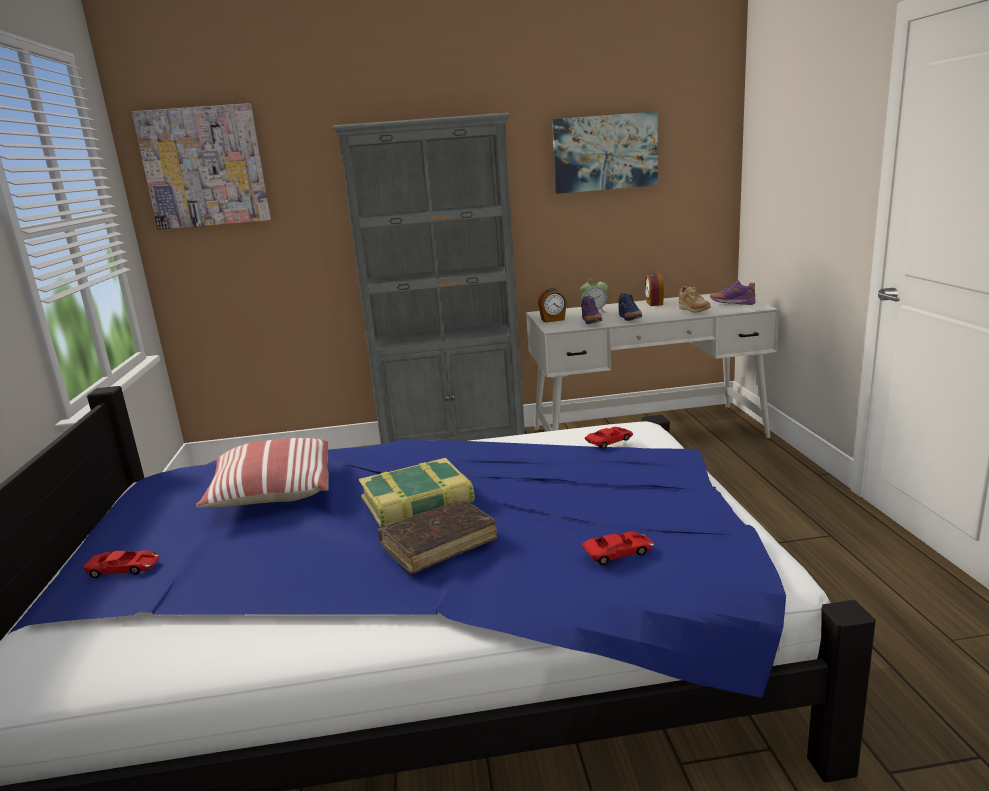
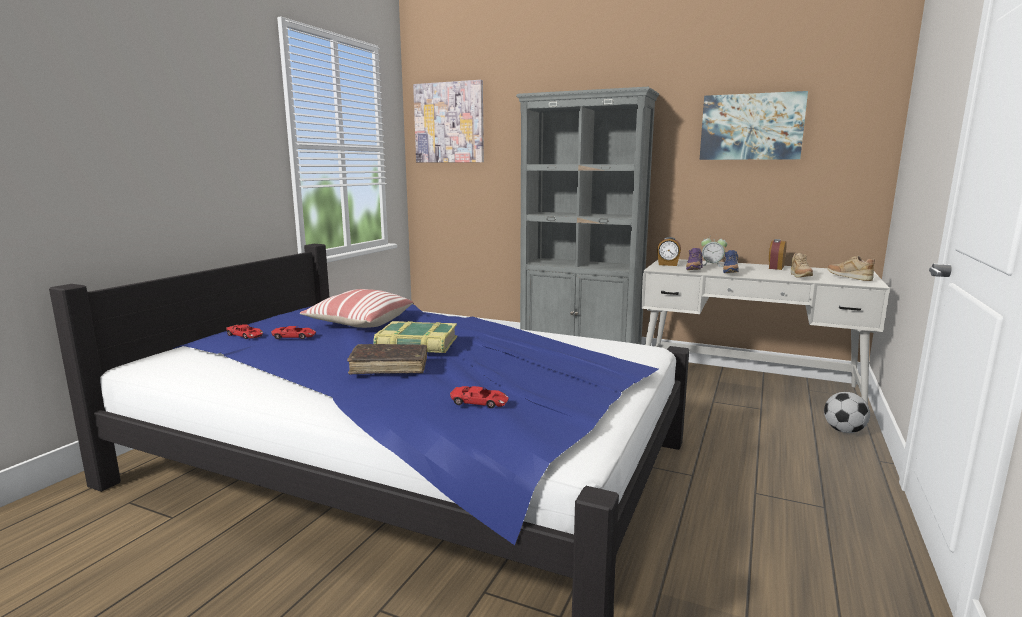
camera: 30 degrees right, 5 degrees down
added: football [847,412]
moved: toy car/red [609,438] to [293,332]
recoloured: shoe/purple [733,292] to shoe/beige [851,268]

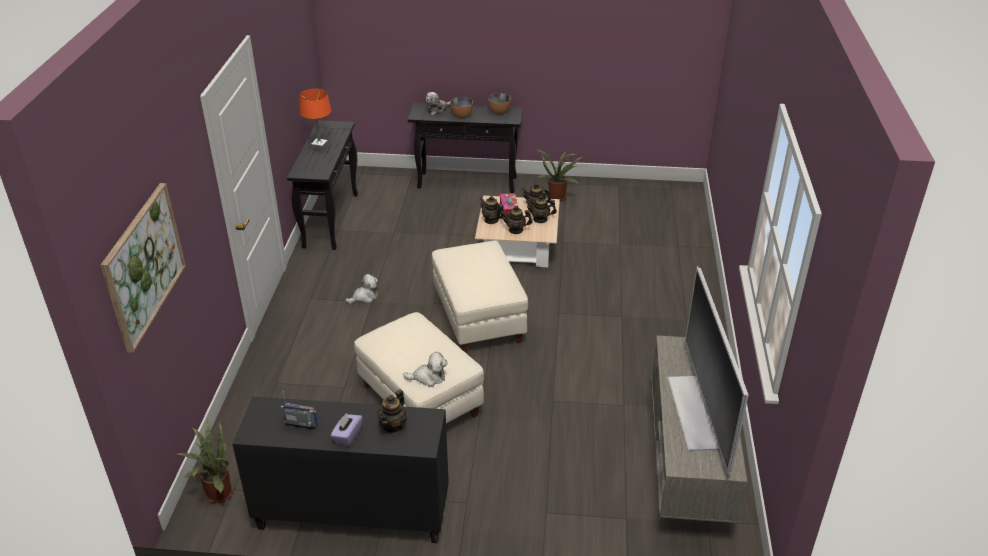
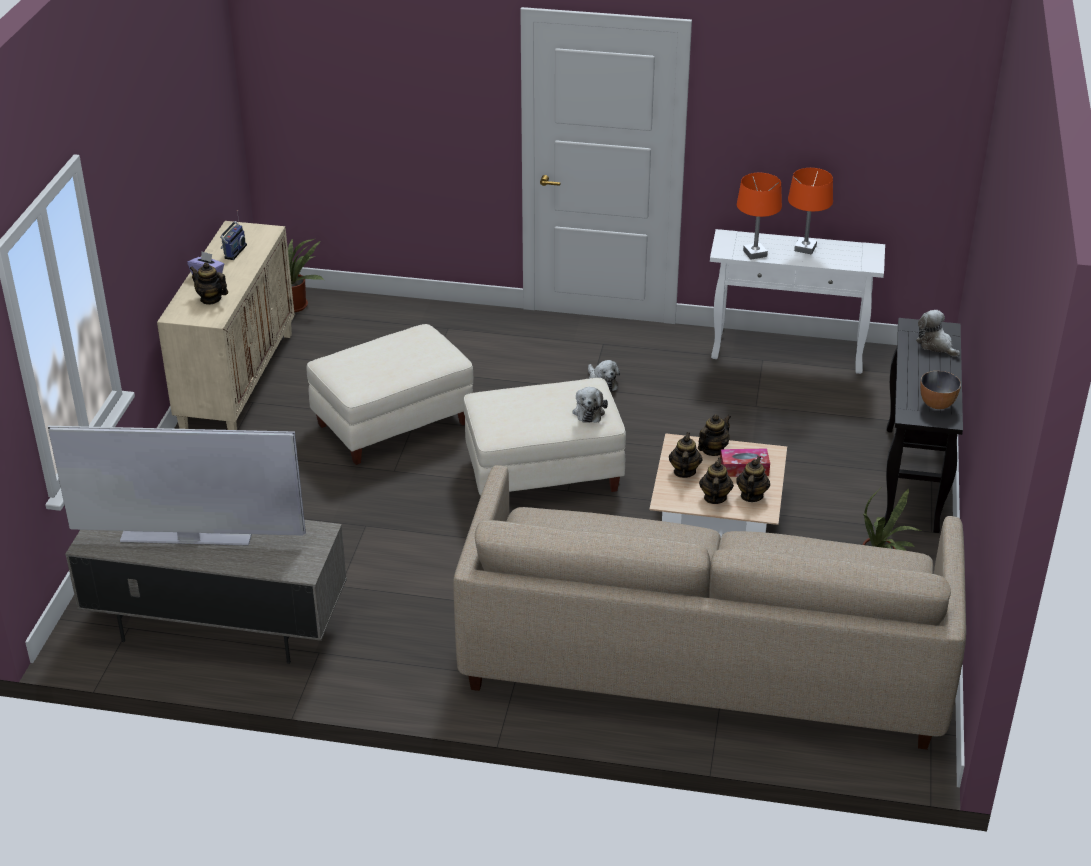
camera: 95 degrees right, 0 degrees up
removed: picture [143,268]; bowl [461,107]
added: sofa/beige [709,607]; table lamp/orange [759,216]
moved: plush toy [425,369] to [590,405]
recoloured: cabinet/black [340,470] to cabinet/beige [226,325]; console table/black [322,185] to console table/white [797,301]

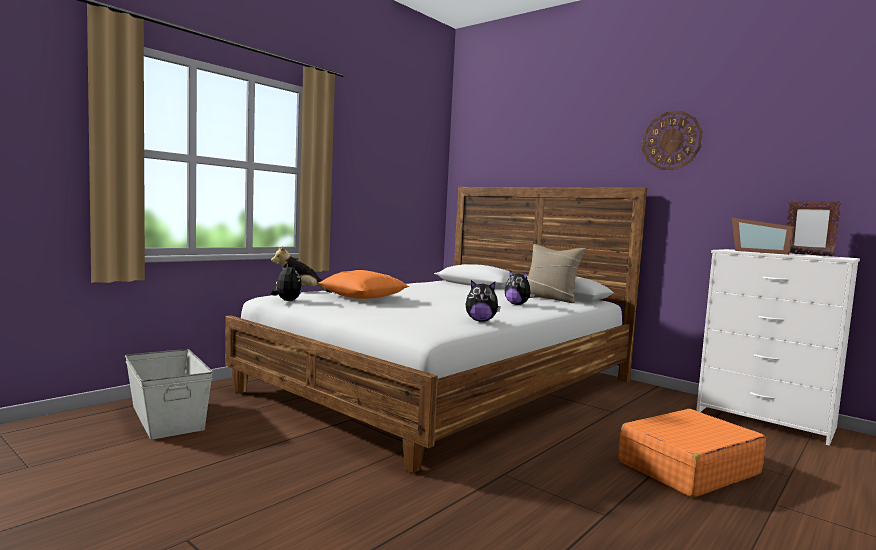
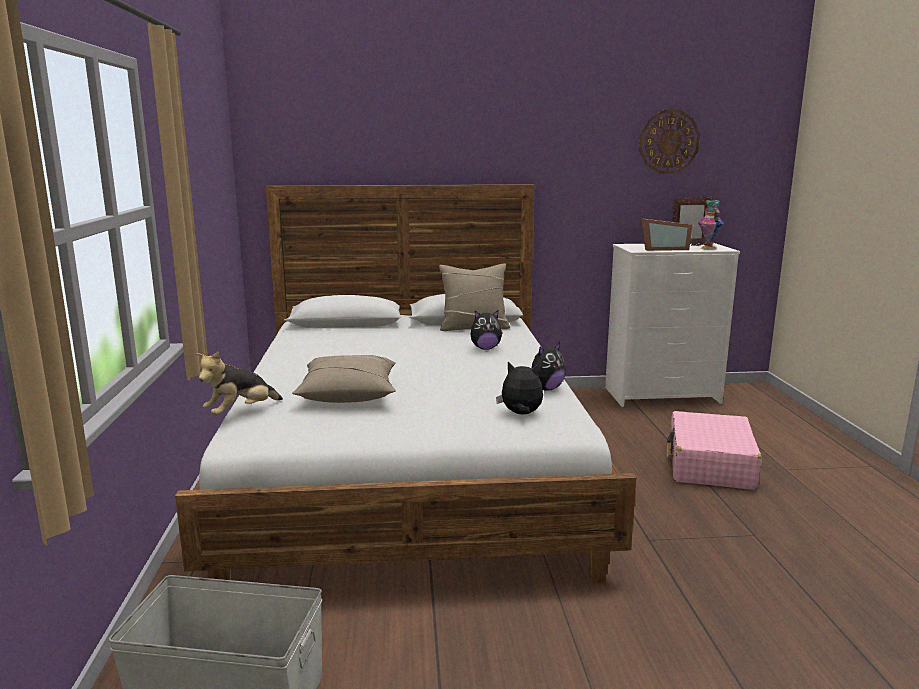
camera: 45 degrees left, 10 degrees up
added: vase [711,225]
moved: plush toy [286,282] to [519,388]; wall clock [672,140] to [669,142]
recoloured: pillow/orange [364,284] to pillow/beige [344,379]; suitcase/orange [692,453] to suitcase/pink [714,450]

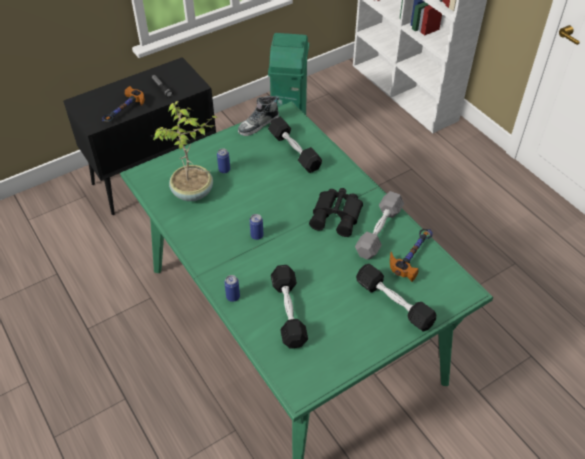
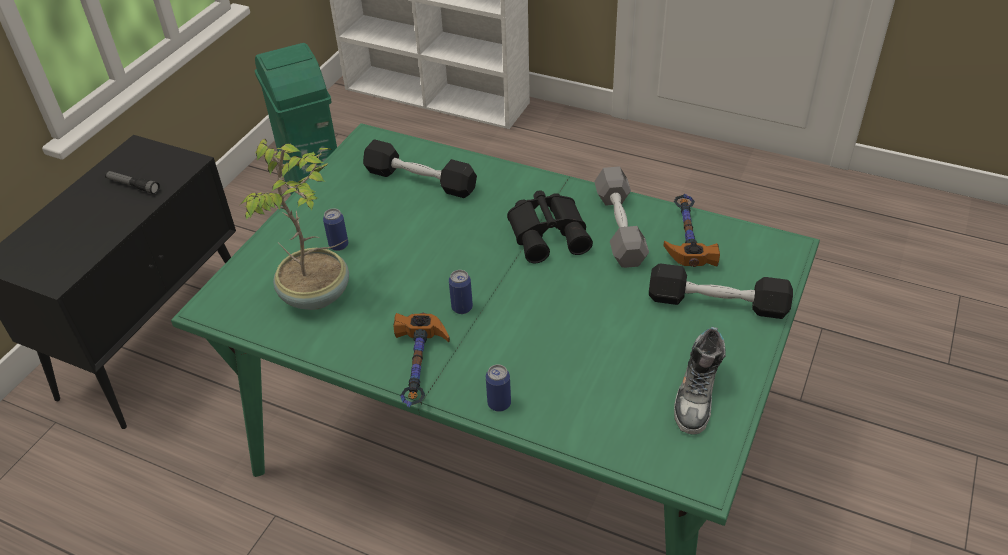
camera: 30 degrees left, 5 degrees down
removed: dumbbell/black [289,307]
moved: hammer [123,104] to [422,360]; shoe [258,116] to [700,381]

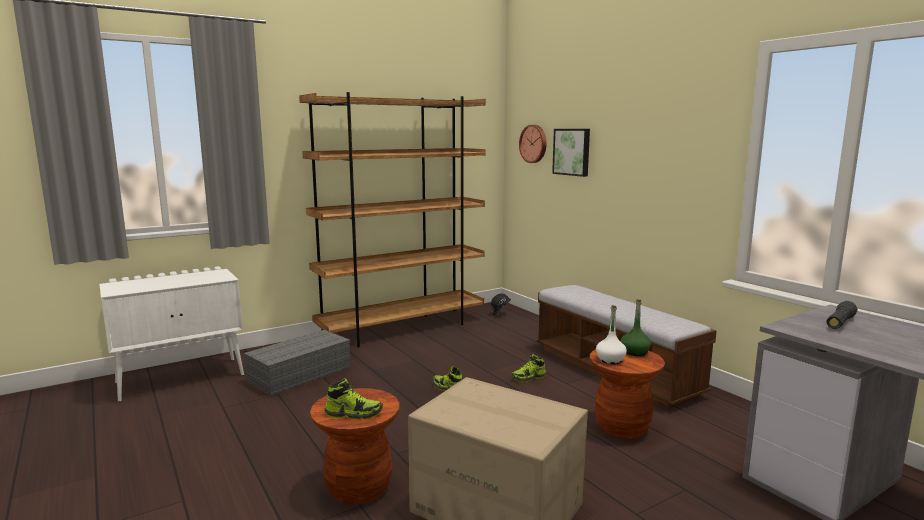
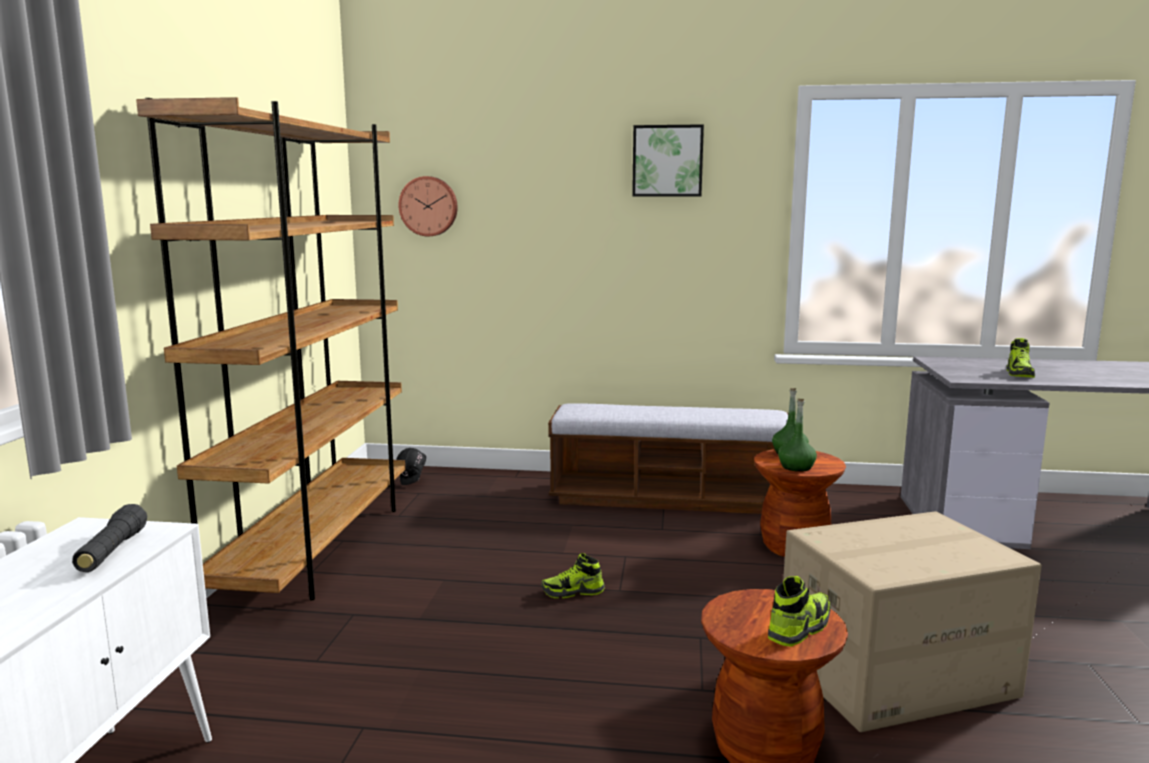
camera: 50 degrees left, 0 degrees up
removed: storage box/grey [297,363]
moved: flashlight/black [842,315] to [109,538]; picture [571,153] to [668,160]; shoe [529,368] to [1021,358]
recoloured: bottle/white [611,334] to bottle/green [797,435]

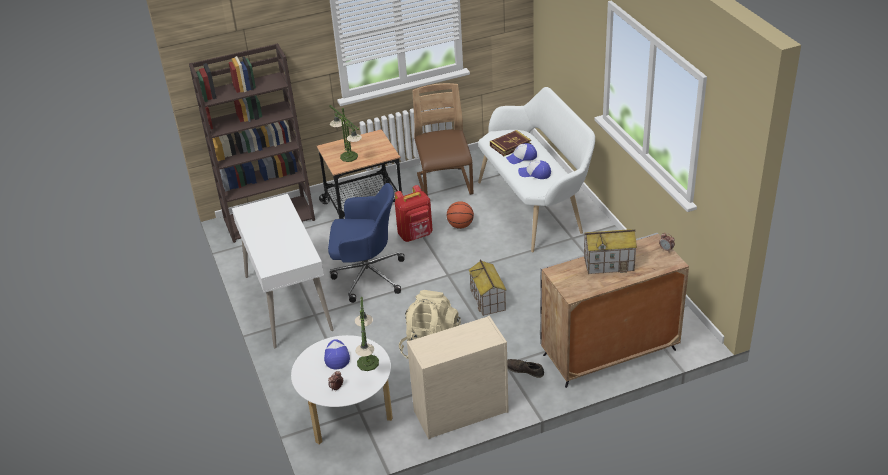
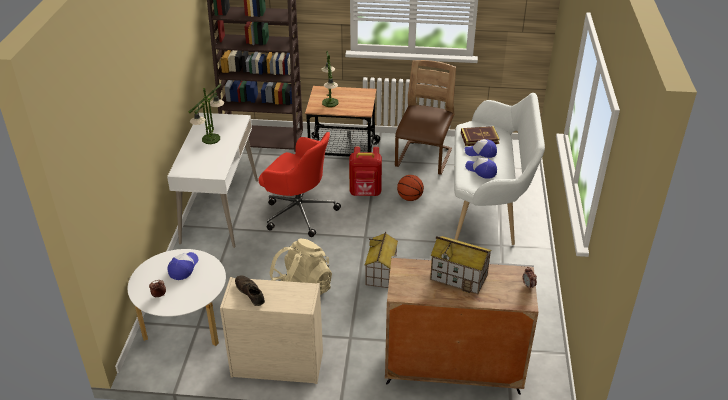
camera: 25 degrees right, 0 degrees up
moved: table lamp [367,334] to [206,114]; shoe/brown [525,368] to [250,291]
recoloured: office chair/blue [366,243] to office chair/red [299,184]

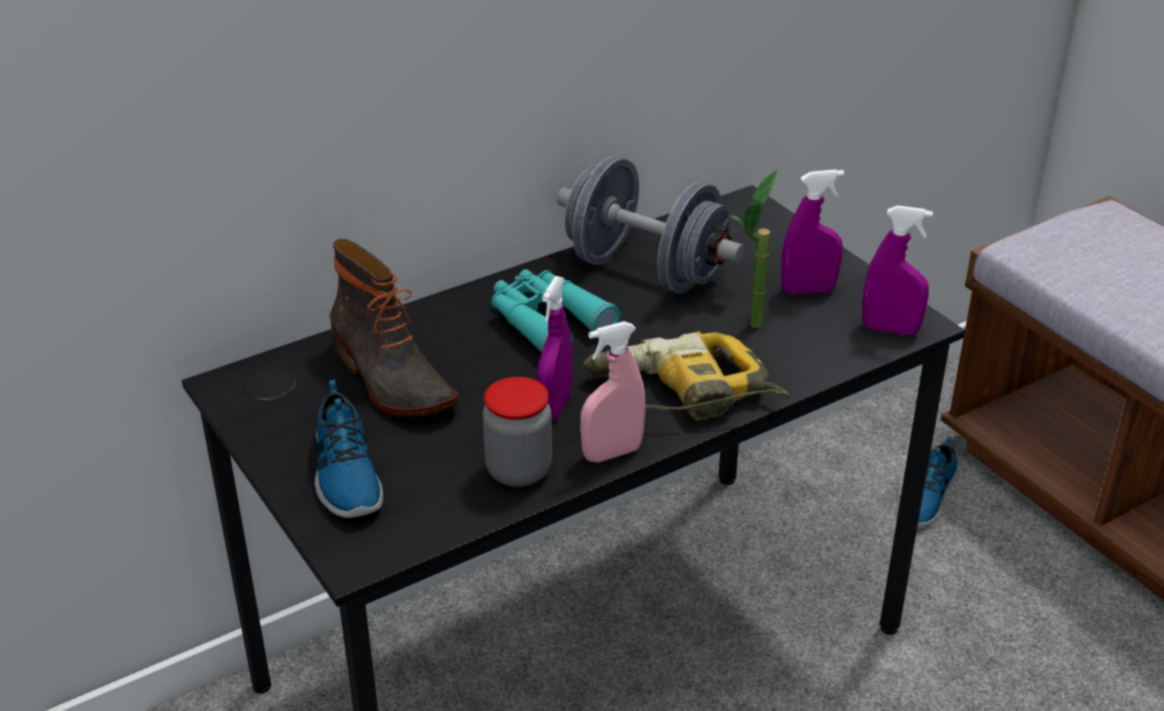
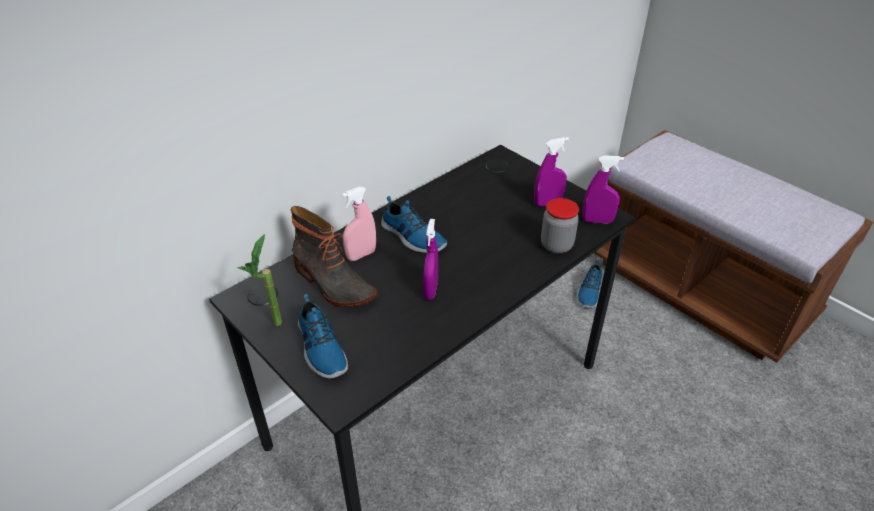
camera: 10 degrees left, 5 degrees up
removed: dumbbell/grey [650,224]; power drill [686,376]
moved: potted plant [753,249] to [259,280]; spray bottle/pink [612,391] to [359,223]; jar [517,432] to [560,225]
replaced: binoculars/turquoise [555,311] to shoe [414,224]

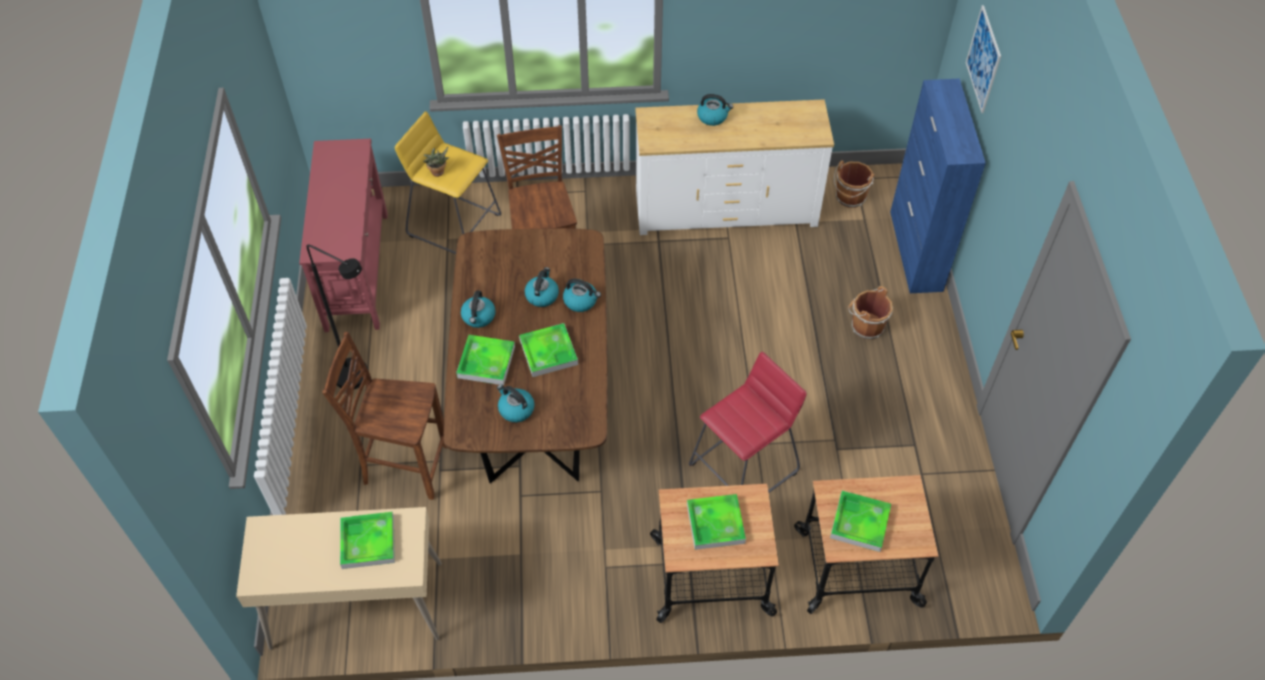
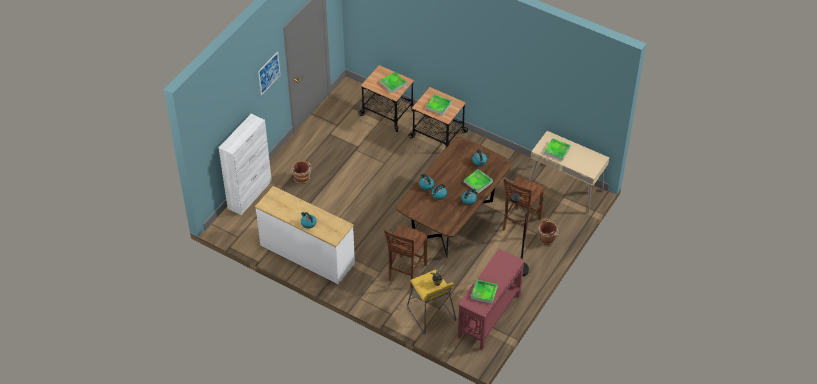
camera: 145 degrees left, 5 degrees down
removed: stool/red [748,422]
moved: picture [983,59] to [269,73]; tray [548,350] to [484,292]; bucket/brown [854,184] to [548,232]
recoloured: cabinet/blue [938,186] to cabinet/white [245,164]
turned: chair/brown [384,416] = [524,207] 75 degrees clockwise

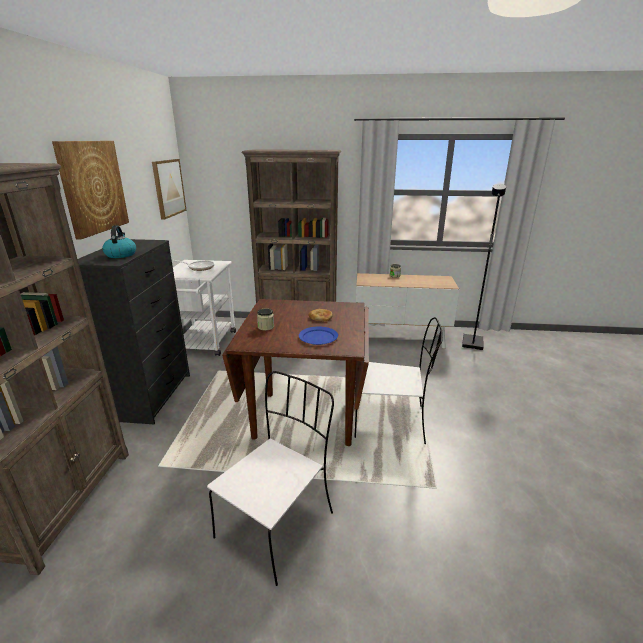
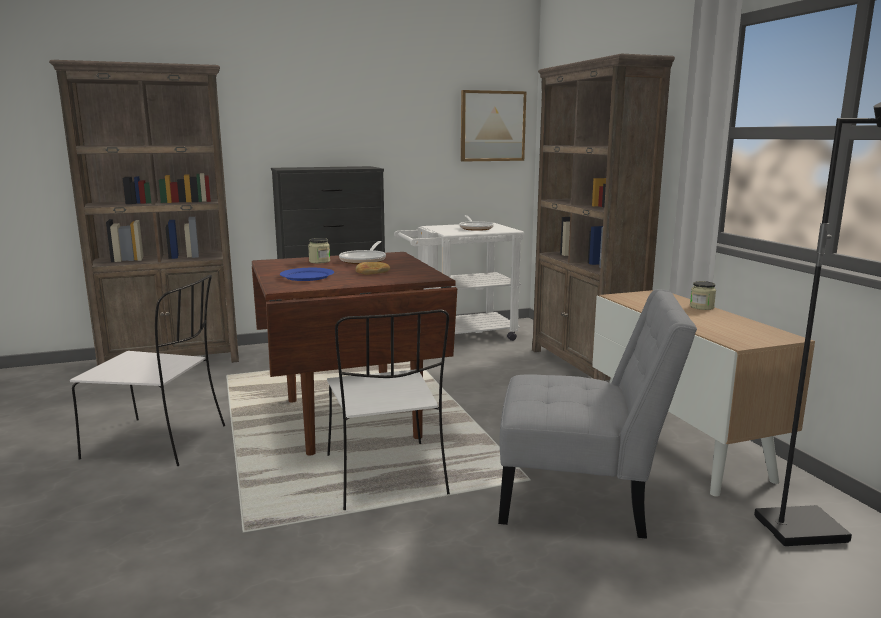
camera: 65 degrees right, 10 degrees down
removed: picture [90,190]; kettle [119,242]
added: frying pan [362,252]; chair/grey [597,414]

